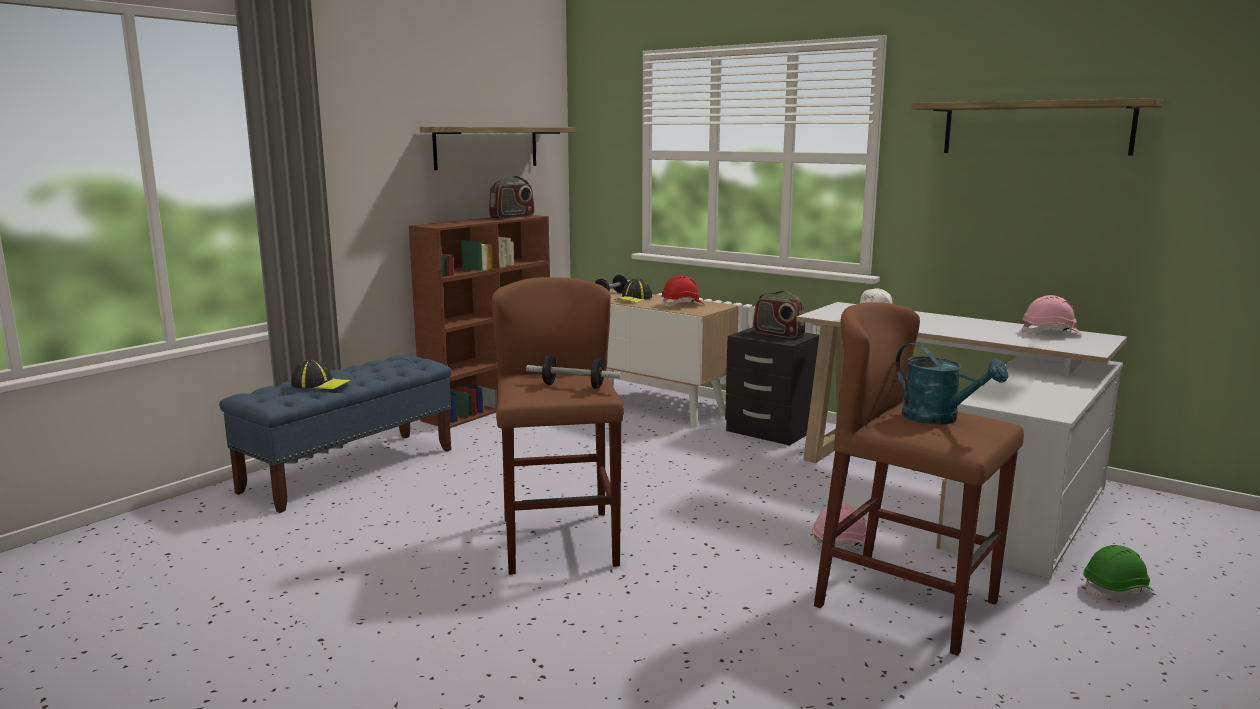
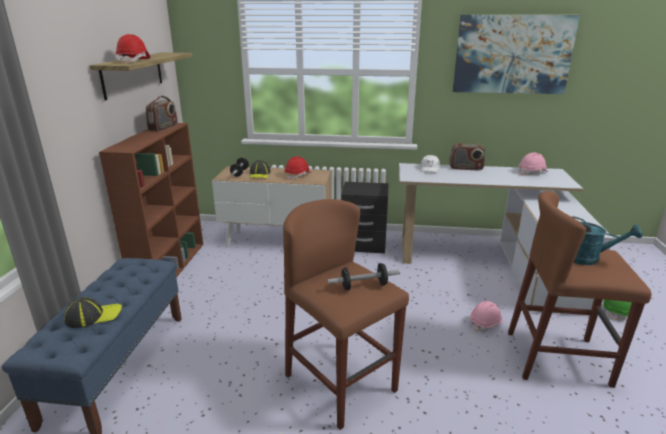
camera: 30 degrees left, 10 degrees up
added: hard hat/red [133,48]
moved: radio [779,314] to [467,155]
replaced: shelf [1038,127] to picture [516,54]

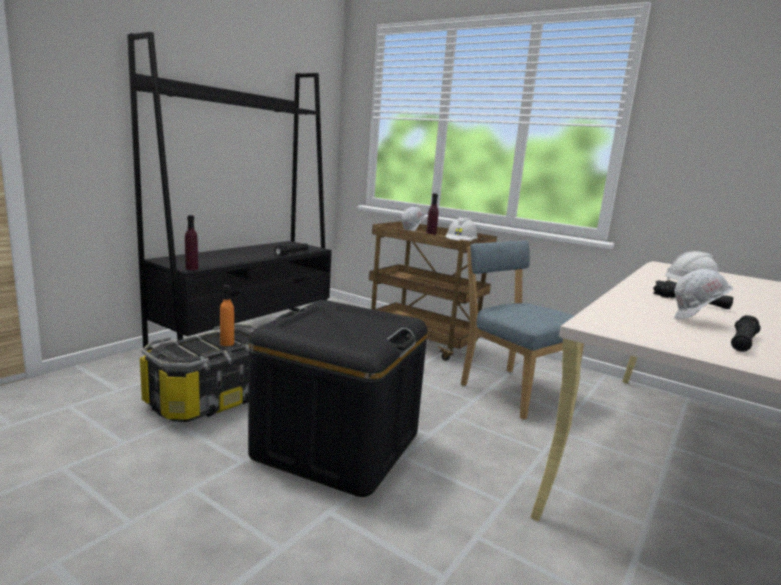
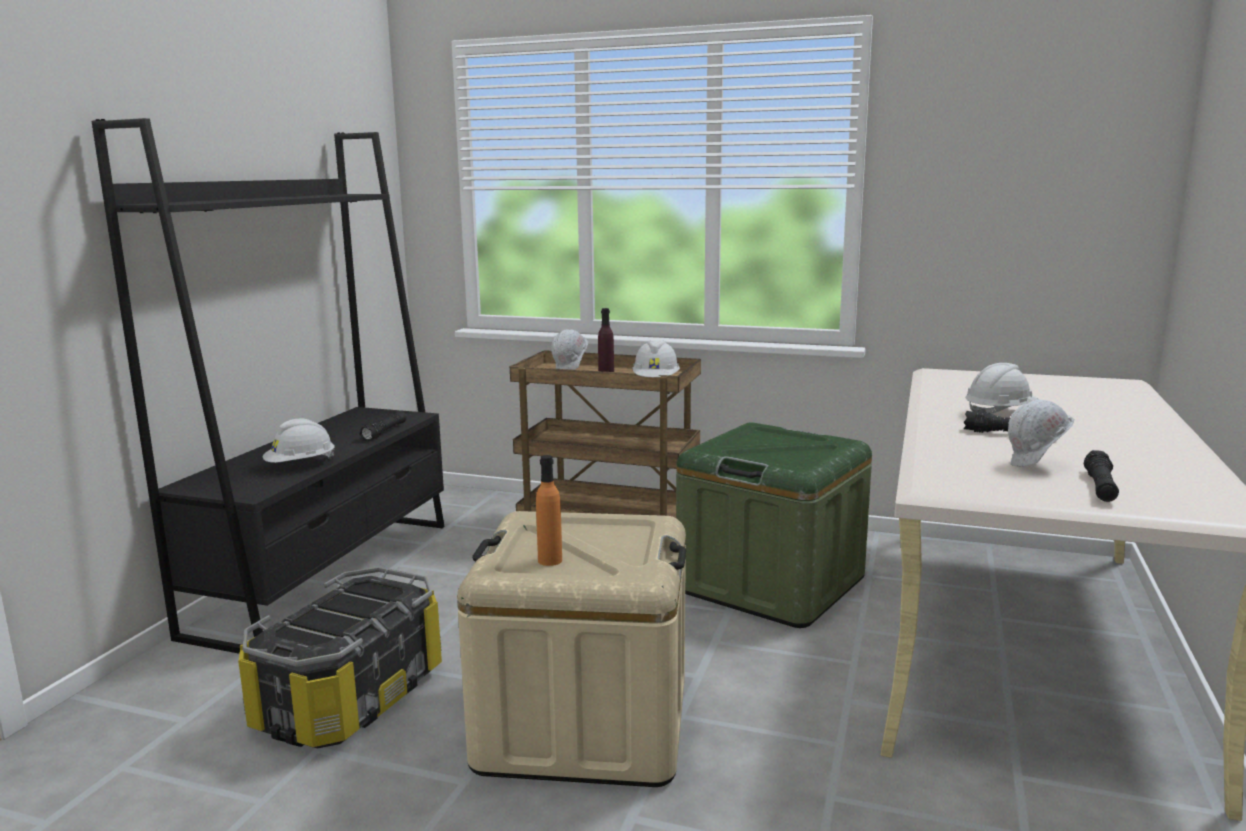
camera: 15 degrees left, 0 degrees up
removed: bottle/purple [191,242]
added: hard hat/white [299,440]
moved: bottle/orange [227,315] to [549,510]
replaced: chair/blue [522,330] to storage box/green [774,525]
recoloured: storage box/black [337,398] to storage box/beige [571,649]

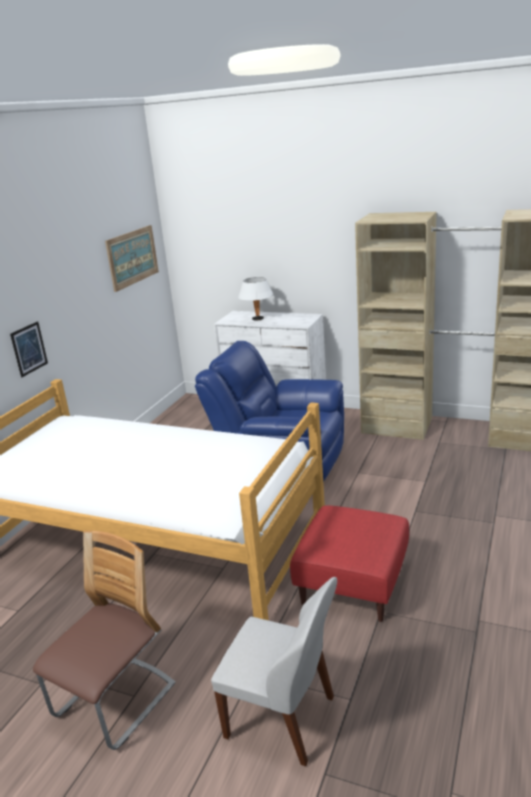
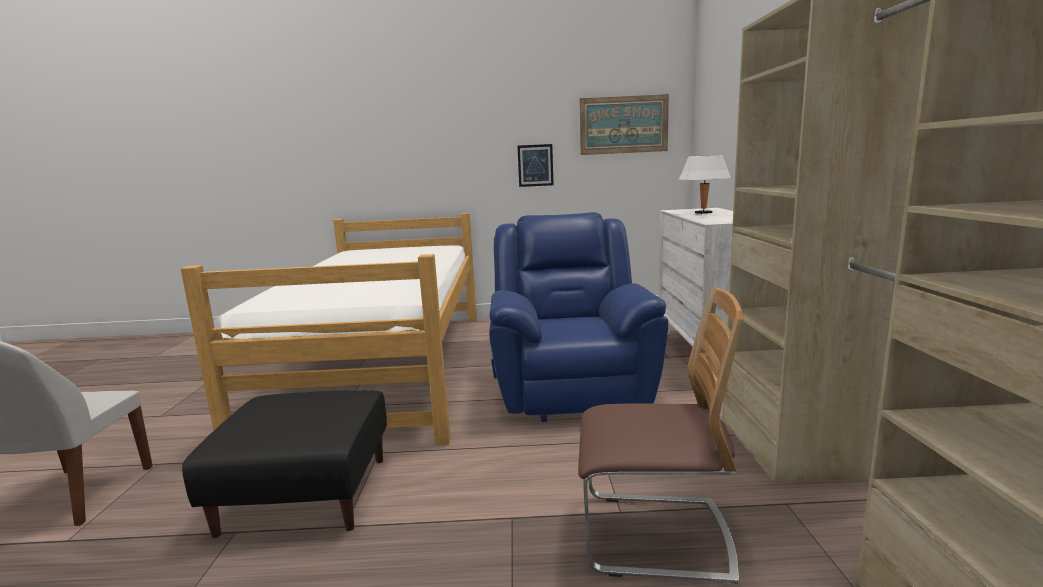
camera: 65 degrees right, 10 degrees down
moved: picture [29,349] to [535,165]; chair [104,640] to [660,435]
recoloured: ottoman/red [349,563] to ottoman/black [284,464]

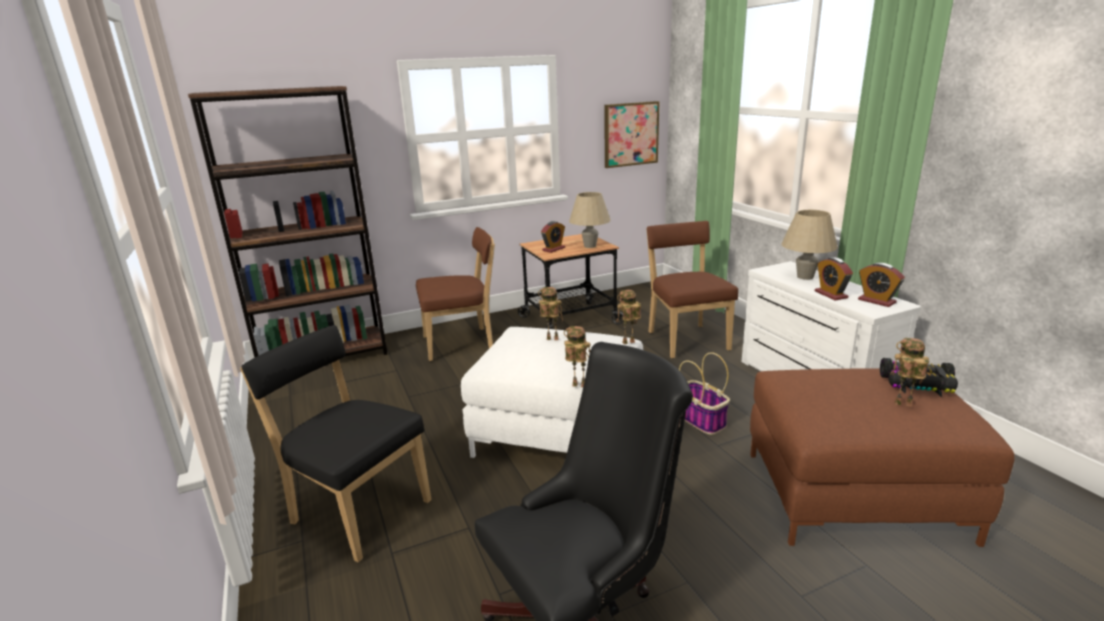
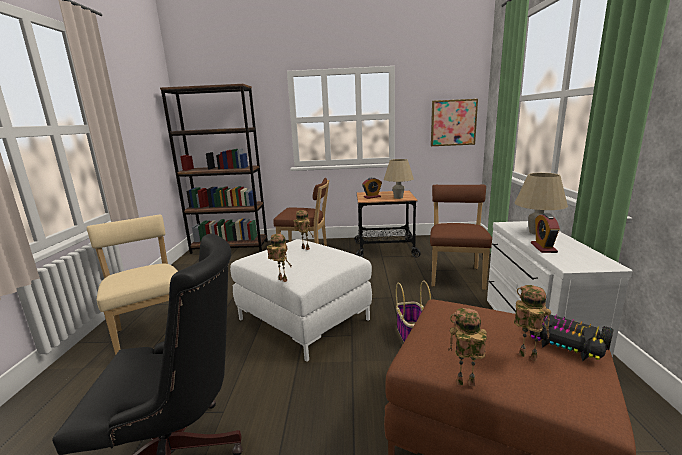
camera: 25 degrees right, 5 degrees down
removed: alarm clock [881,285]
moved: toy robot [628,317] to [467,347]
recoloured: chair/black [335,443] to chair/beige [132,285]

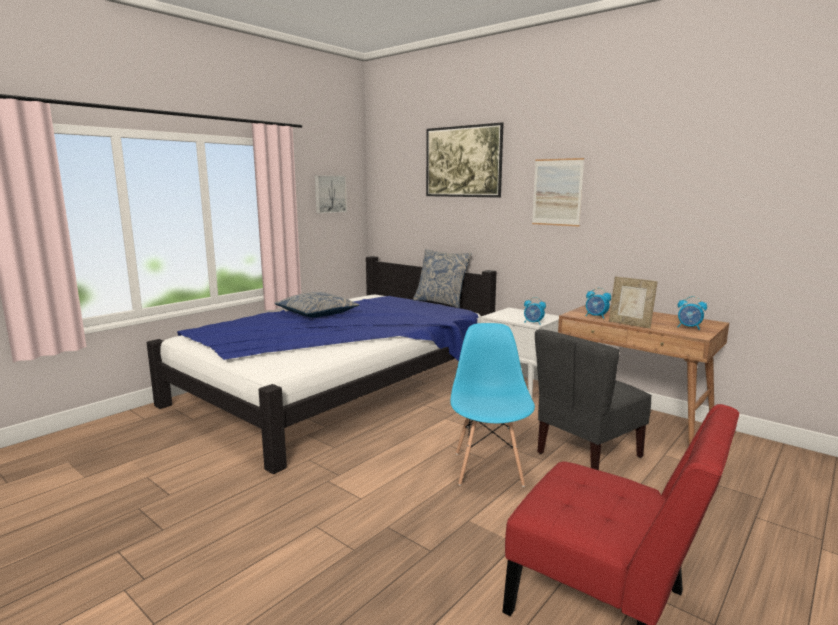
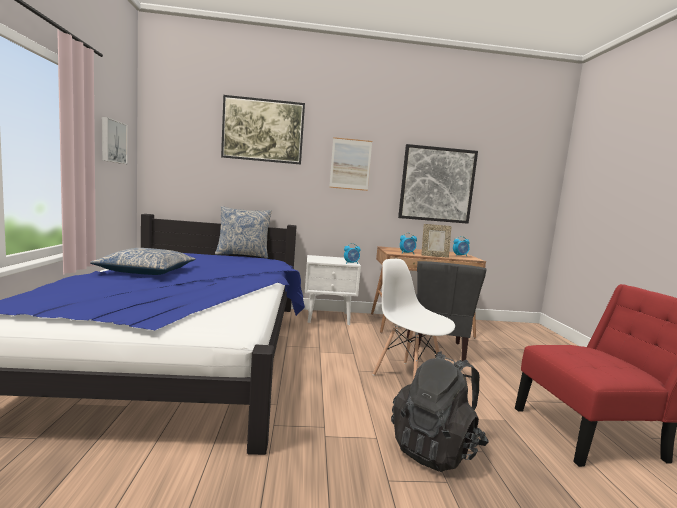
camera: 45 degrees left, 5 degrees down
added: backpack/black [440,412]; picture [438,184]
recoloured: chair/blue [492,405] to chair/white [414,319]

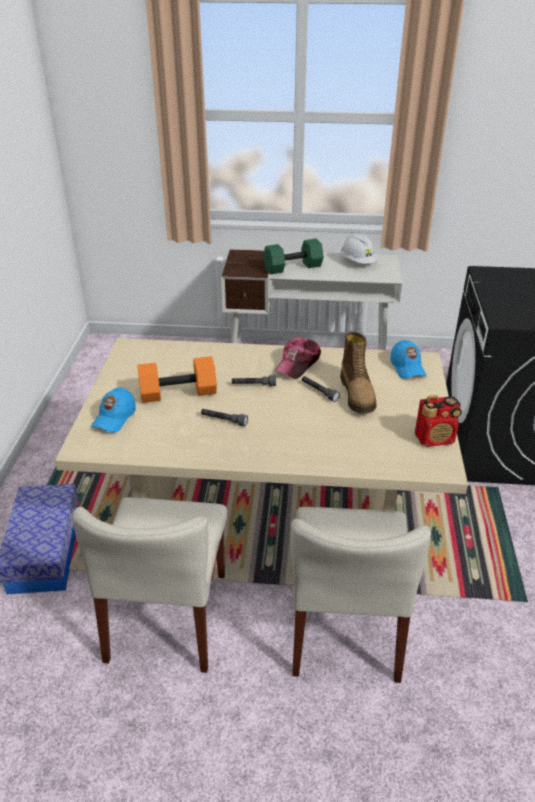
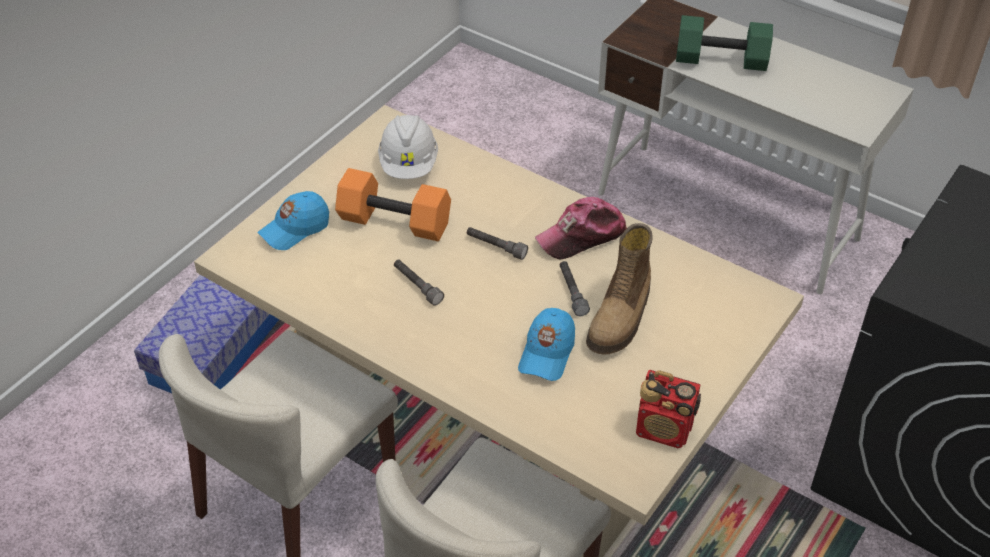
camera: 30 degrees right, 10 degrees up
moved: hard hat/white [359,249] to [408,147]; cap/blue [409,359] to [546,344]

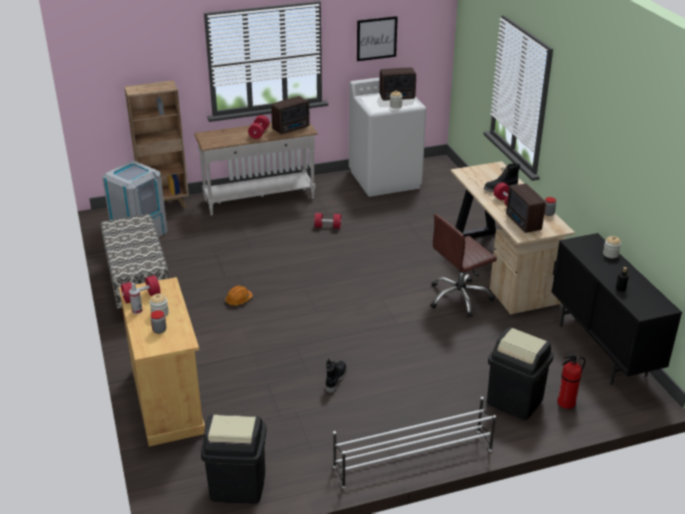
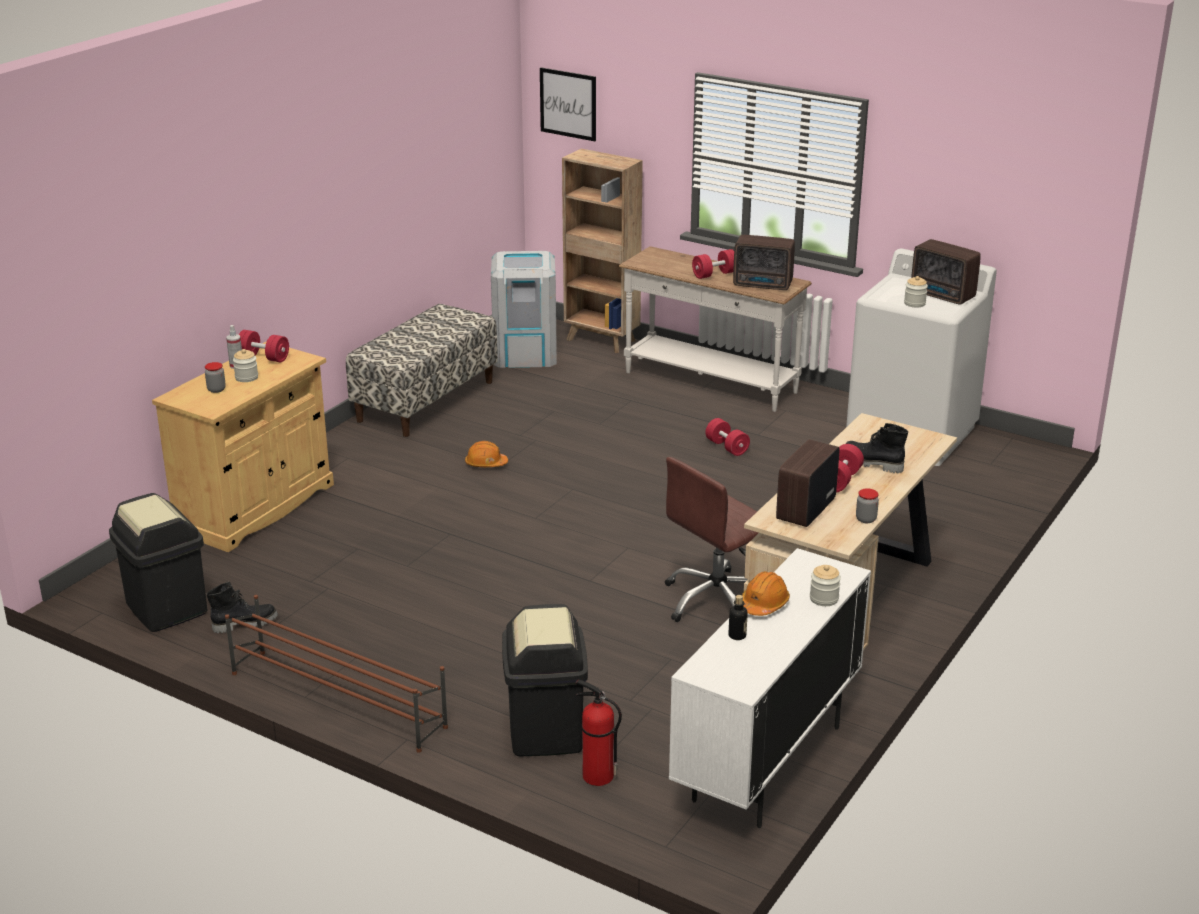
camera: 50 degrees right, 5 degrees down
added: hard hat/orange [766,593]
moved: boot/black [336,376] to [242,608]; picture [377,38] to [568,104]
recoloured: shoe rack/white [414,443] to shoe rack/brown [336,674]; cabinet/black [616,309] to cabinet/white [770,688]
turned: office chair/brown [463,266] = [711,539] 60 degrees counterclockwise

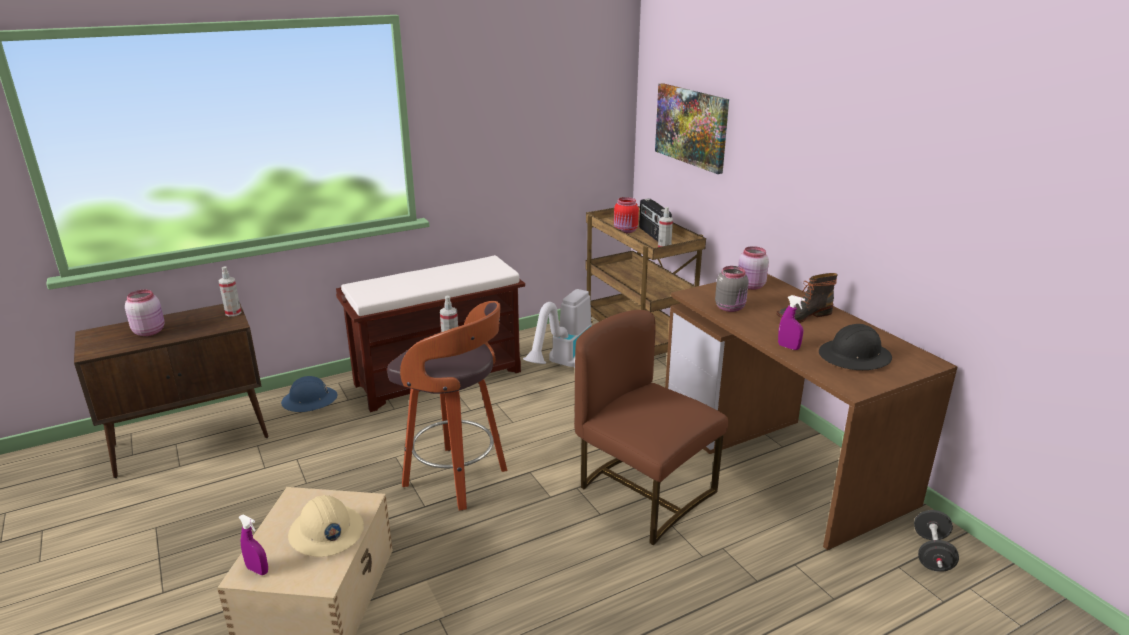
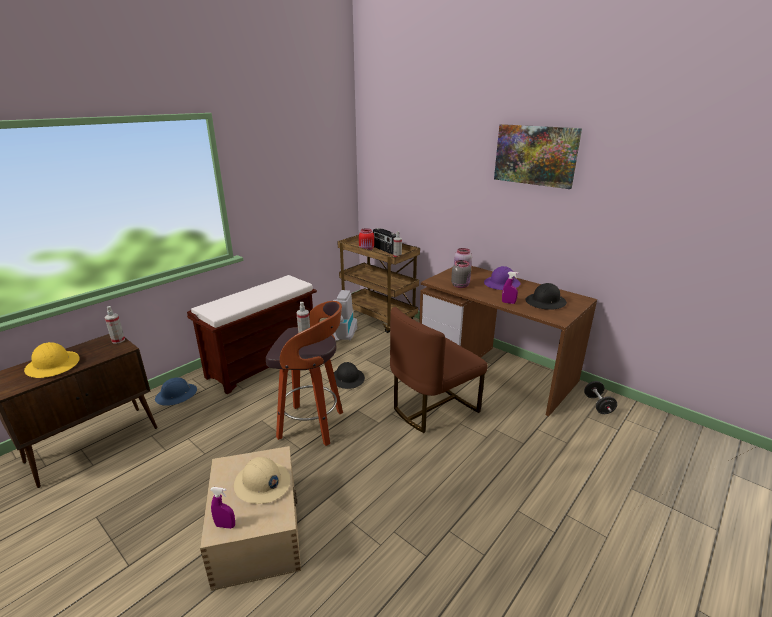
camera: 20 degrees left, 0 degrees up
added: hard hat/black [349,375]
moved: picture [692,128] to [538,156]
replaced: jar/pink [145,313] to hard hat/yellow [52,360]; boot [807,298] to hard hat/purple [502,278]
turned: chair/brown [651,427] = [439,370] 60 degrees counterclockwise

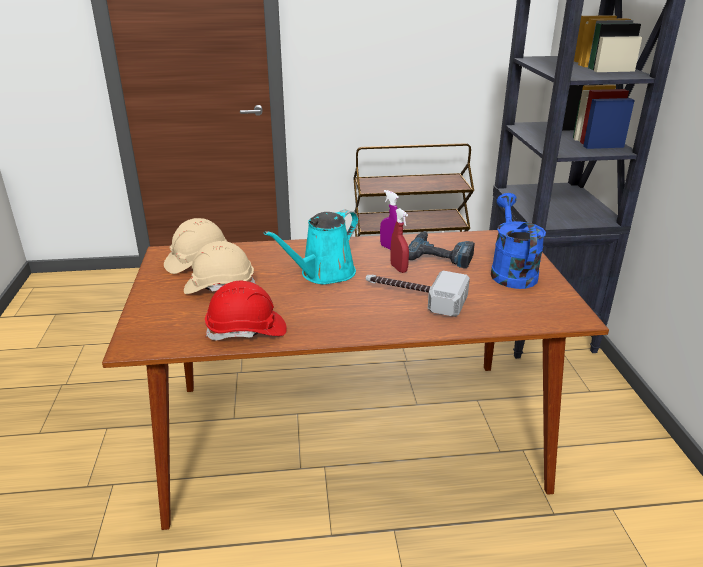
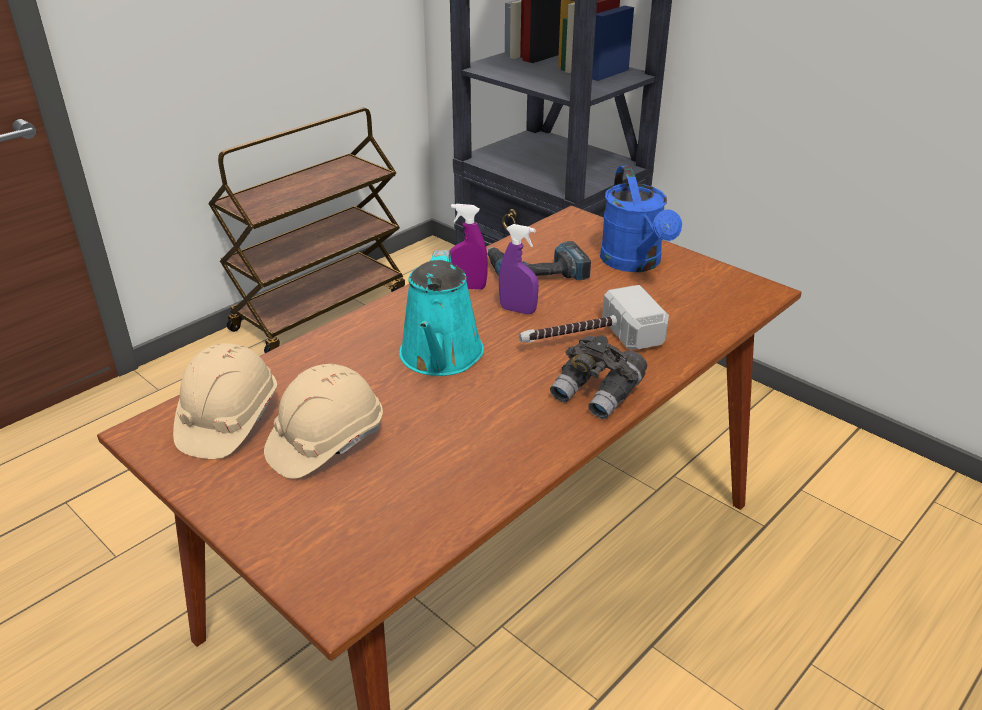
camera: 40 degrees left, 5 degrees up
removed: hard hat/red [246,310]
added: binoculars/grey [598,377]
recoloured: spray bottle/red [399,240] to spray bottle/purple [519,269]
turned: watering can/blue [518,241] = [641,218] 150 degrees counterclockwise

